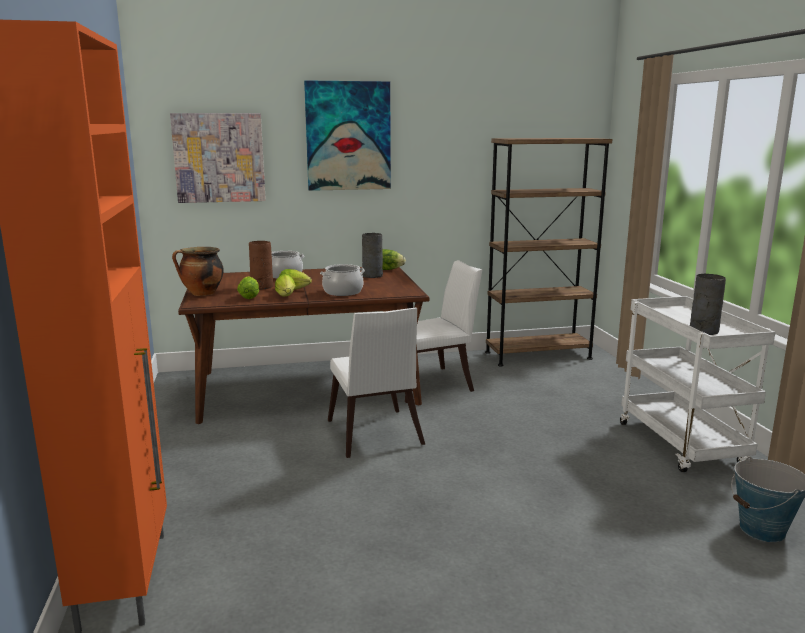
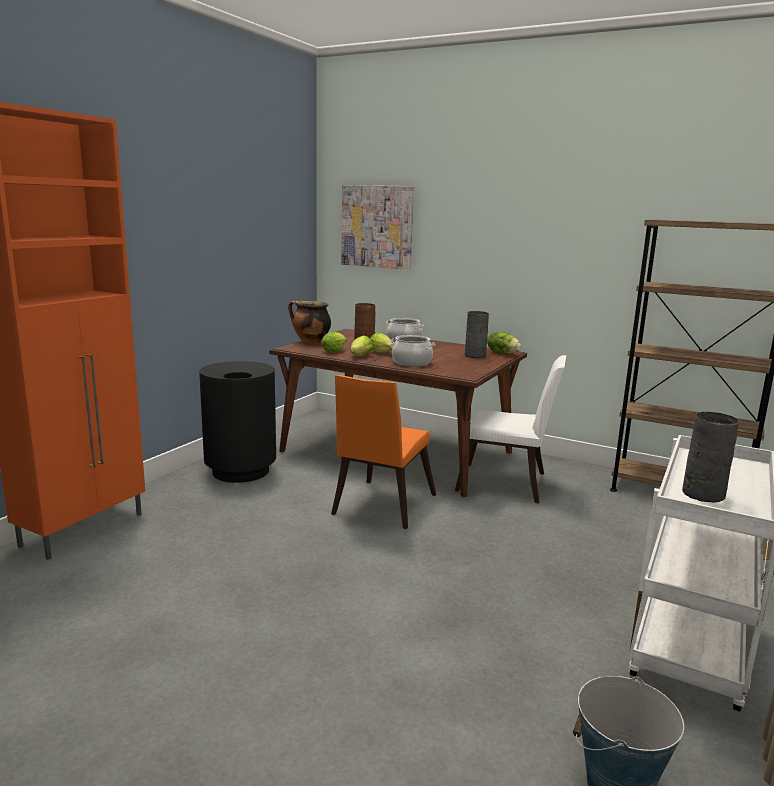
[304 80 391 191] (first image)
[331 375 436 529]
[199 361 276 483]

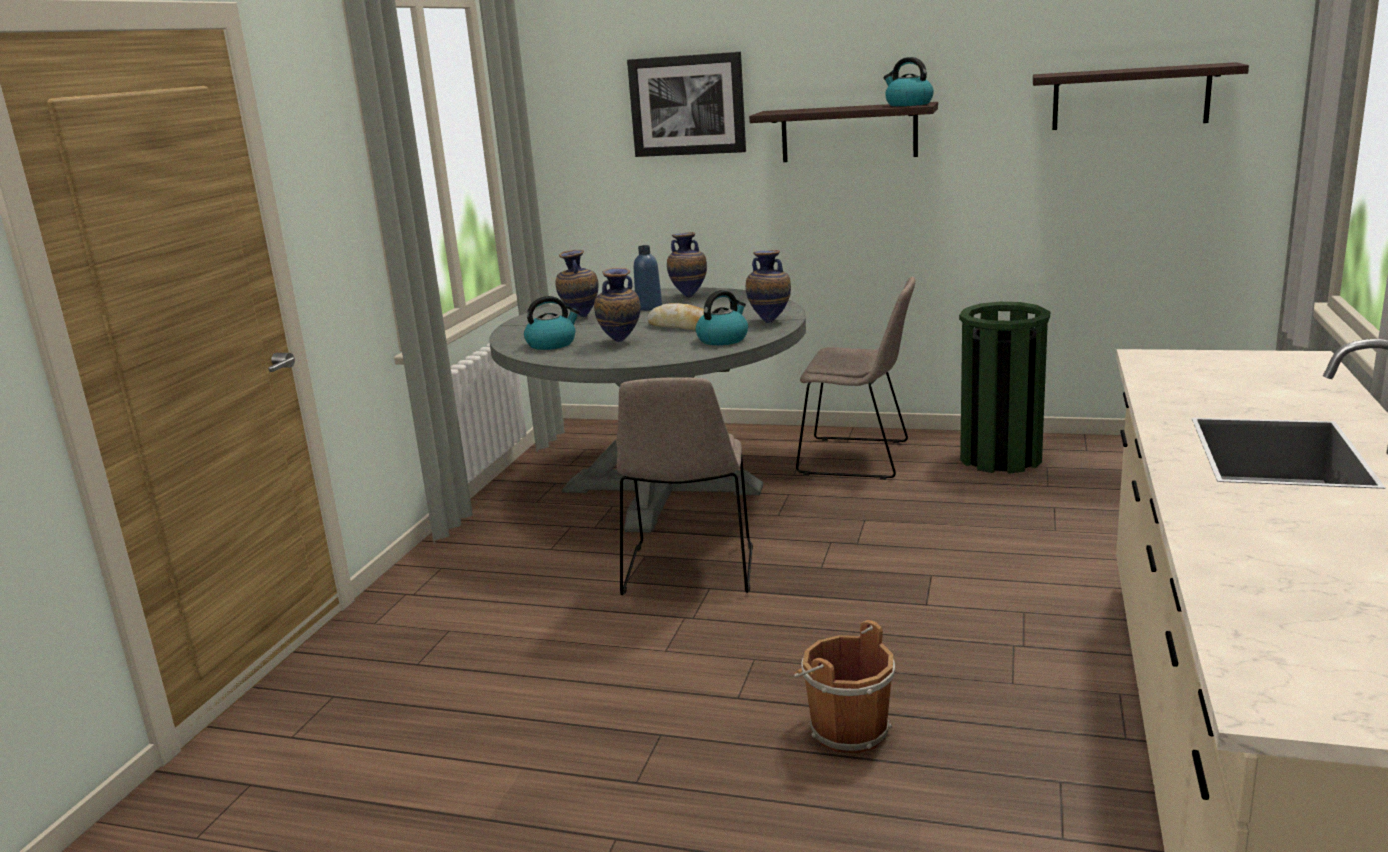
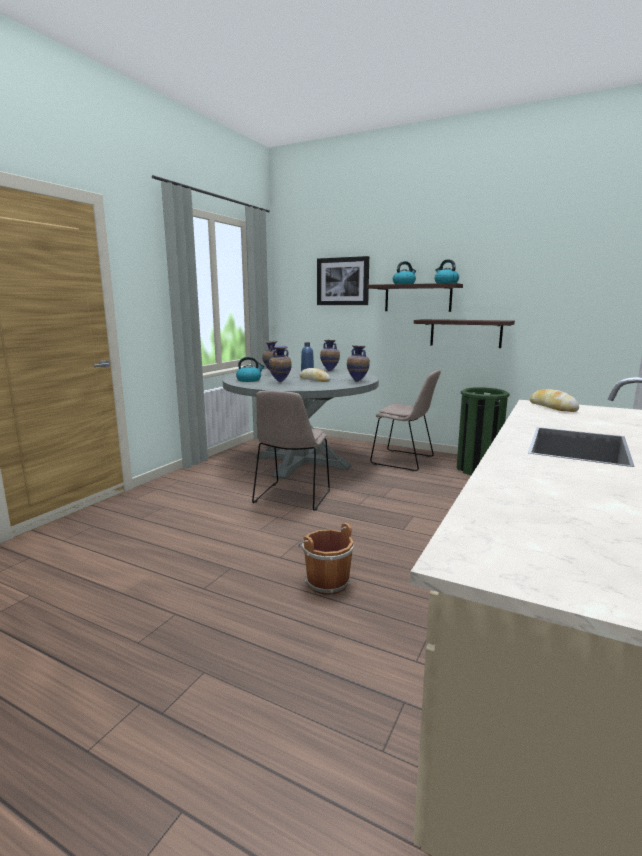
[414 319 515 348]
[393 261 416 284]
[530 389 579 412]

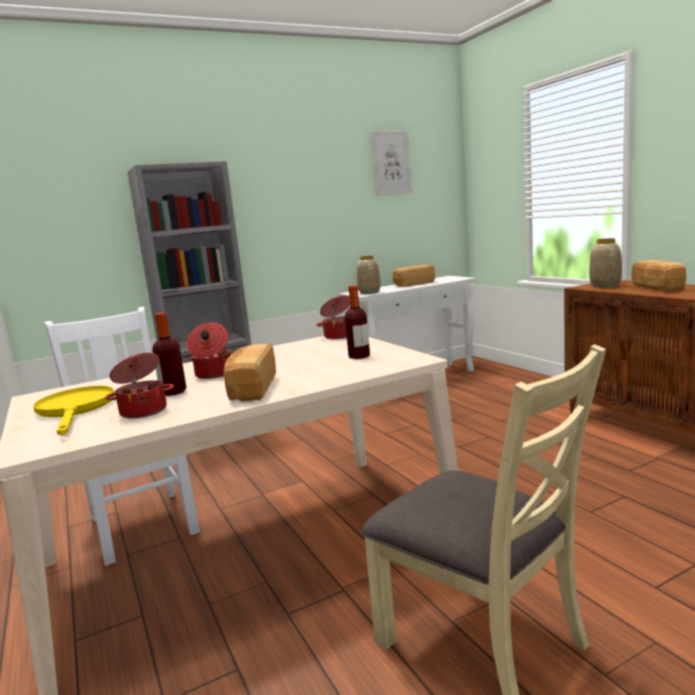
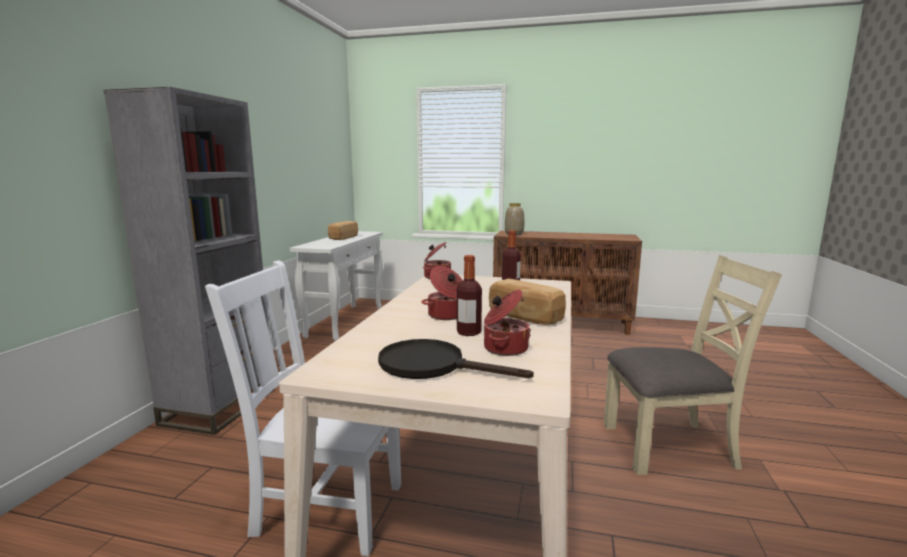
[371 130 412 196] (first image)
[357 256 381 294] (first image)
[631 260 686 291] (first image)
[378 339 534 379]

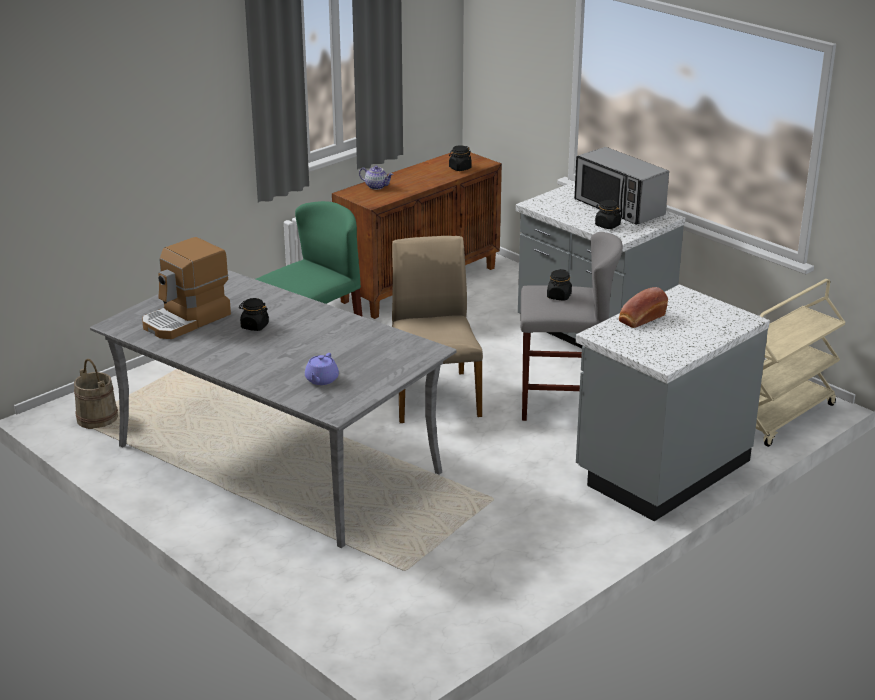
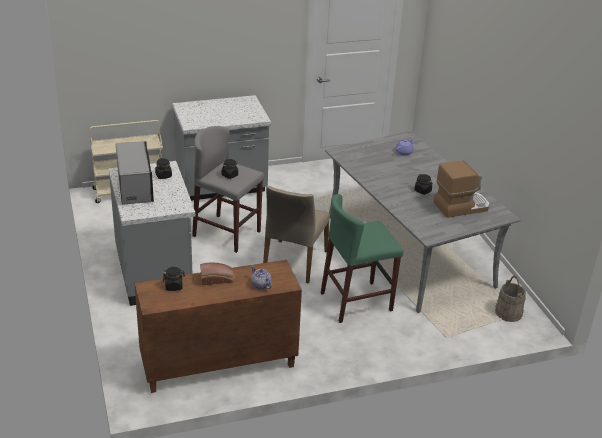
[200 262 235 285]

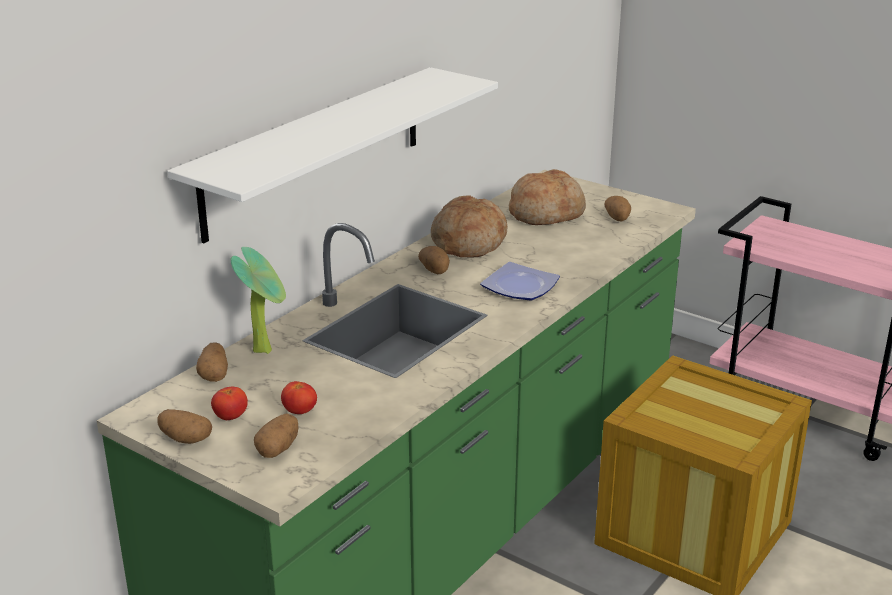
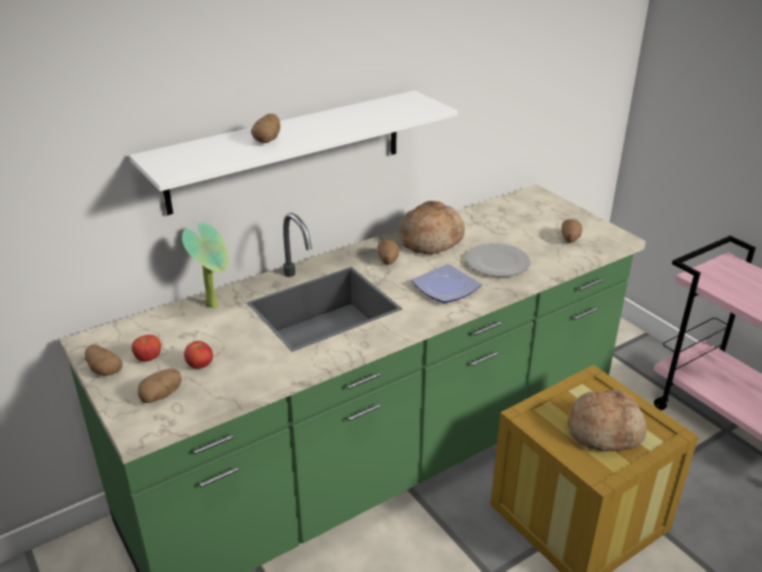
[567 390 647 452]
[251 114 280 143]
[466 243 531 277]

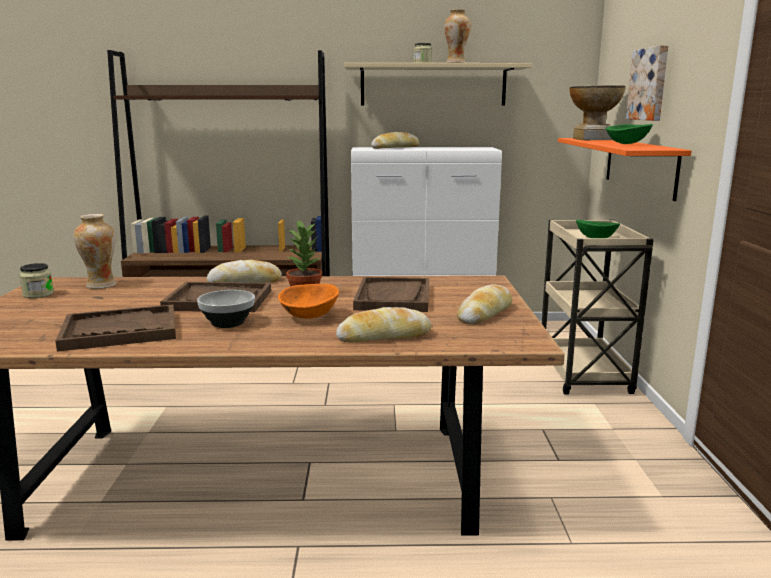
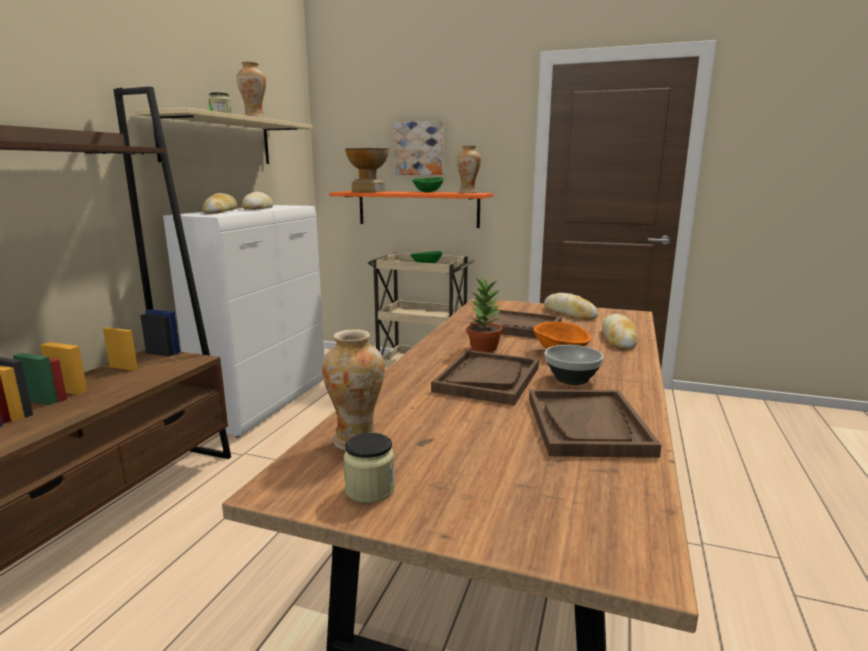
[242 192 273 210]
[457 145 481 193]

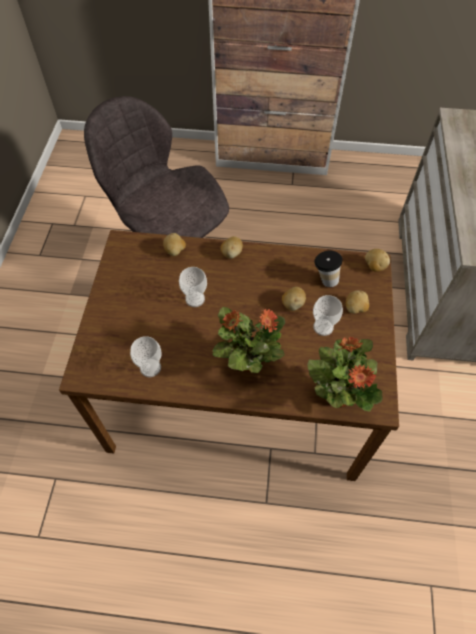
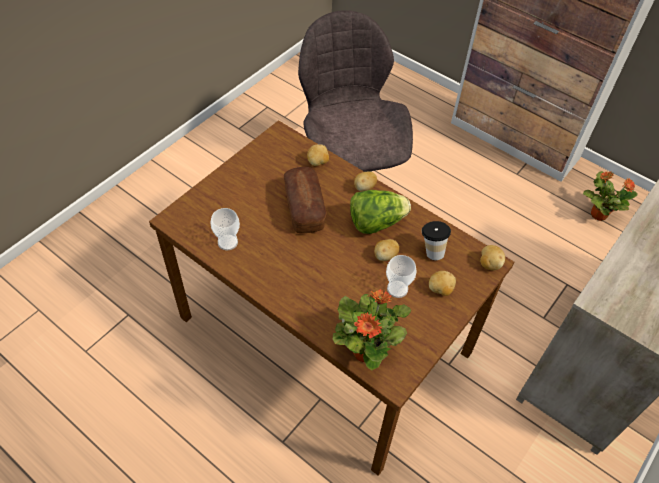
[284 167 327 233]
[583 171 638 221]
[350 190 411 234]

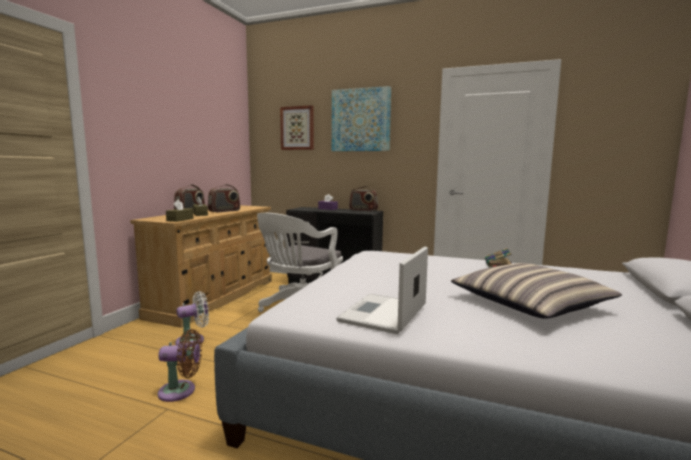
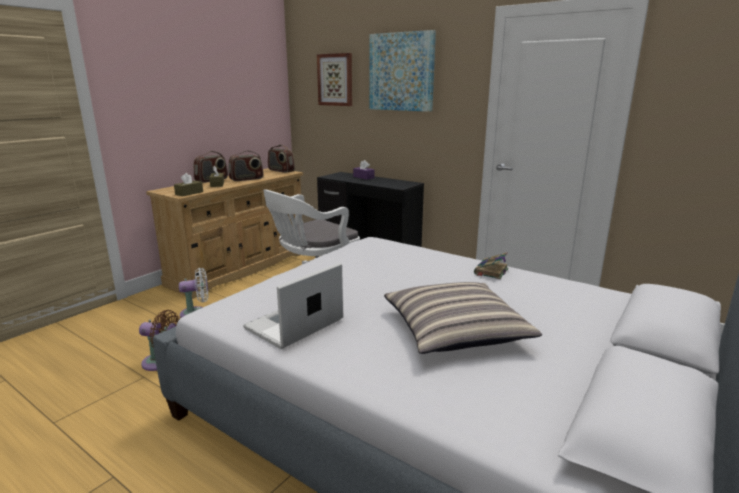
[268 145 295 173]

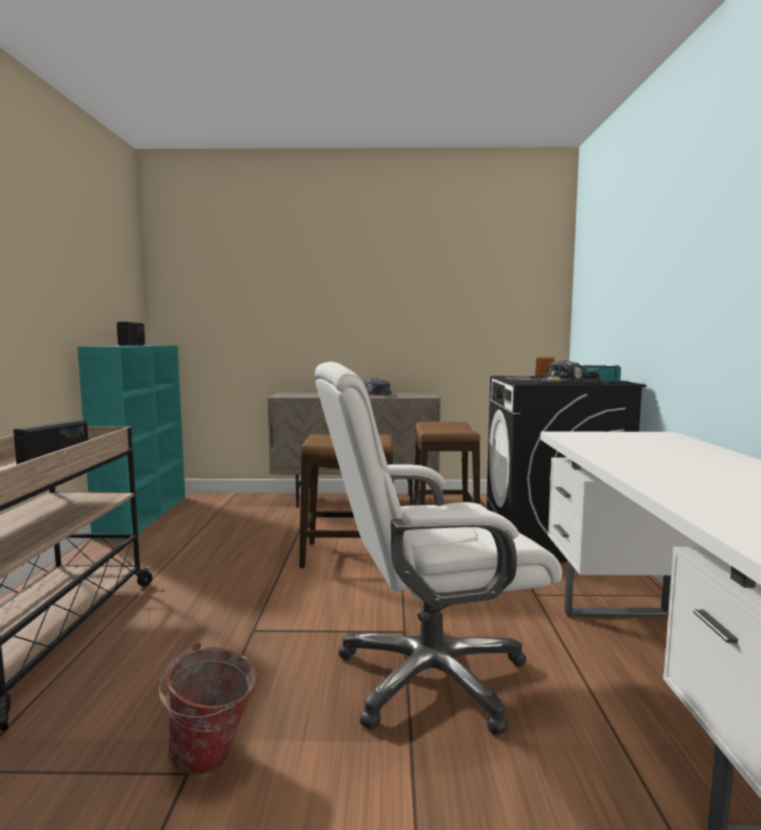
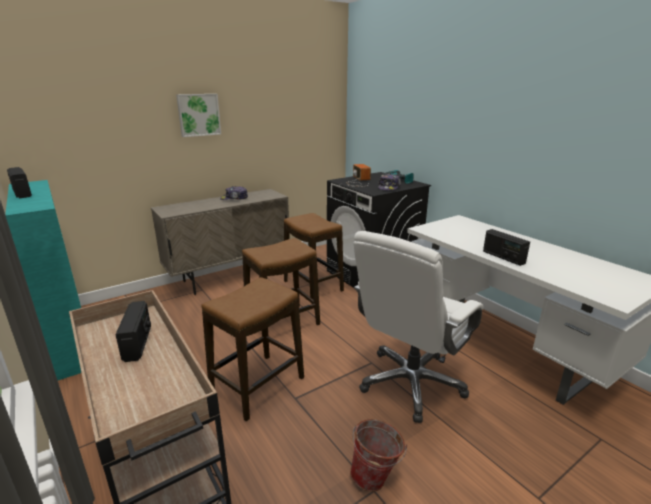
[176 94 221 137]
[483 229 530 266]
[202 277 304 421]

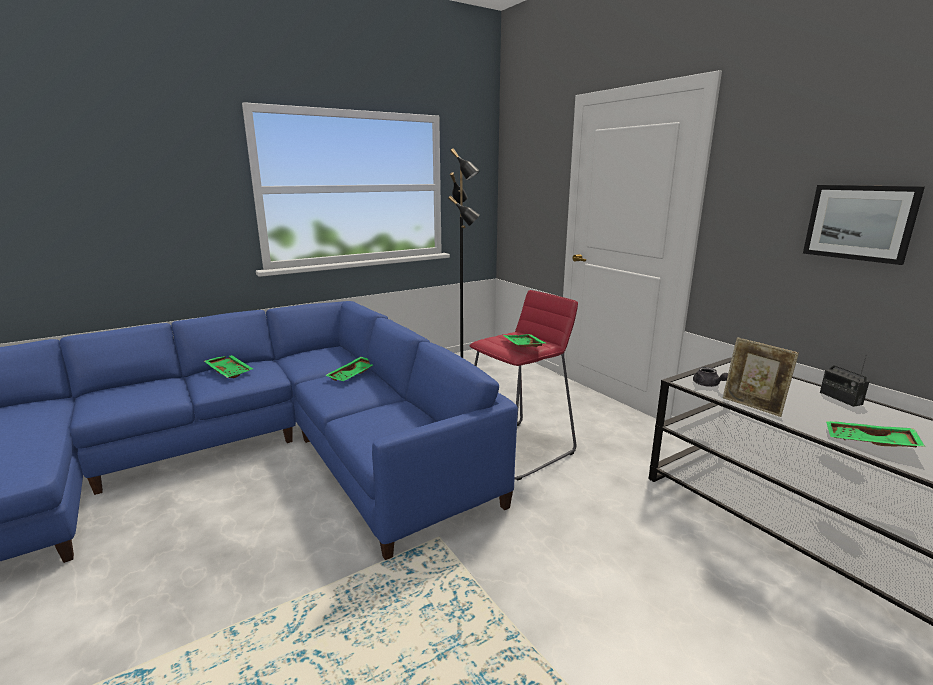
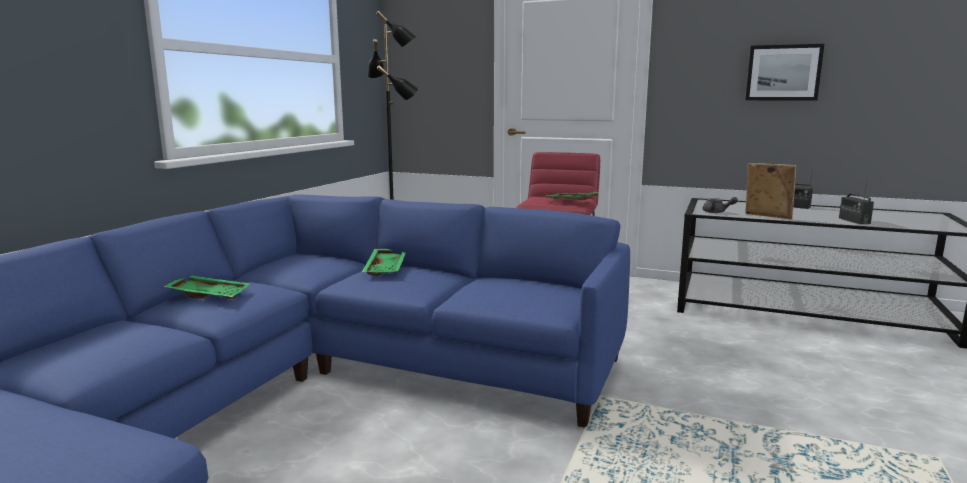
[745 163 796 220]
[839 177 874 224]

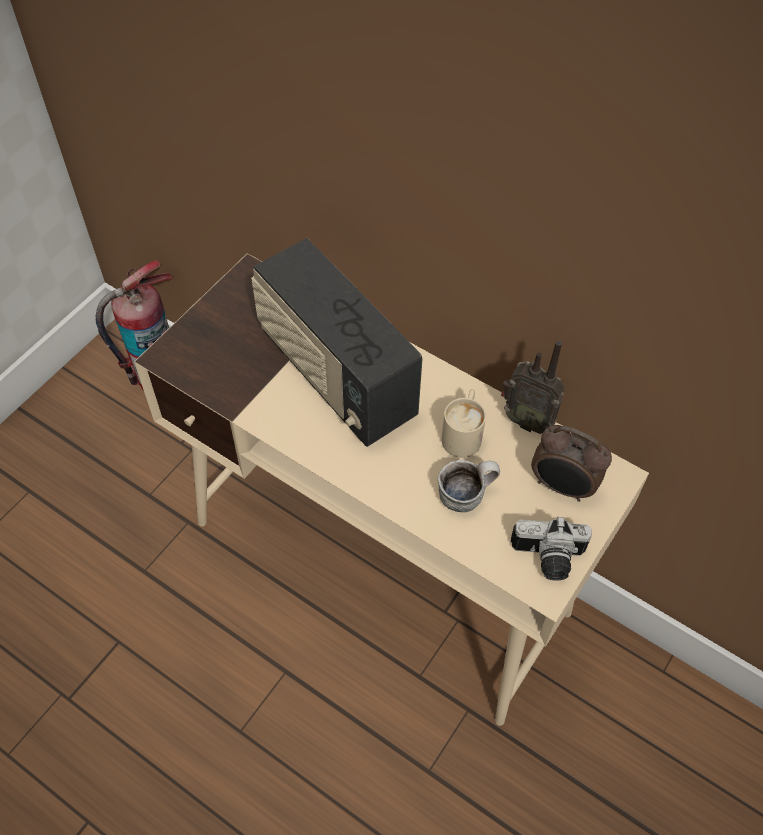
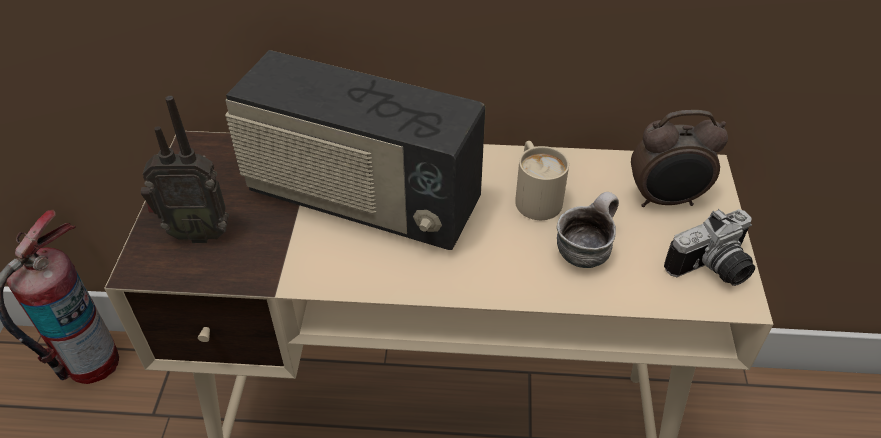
[141 96 229 243]

